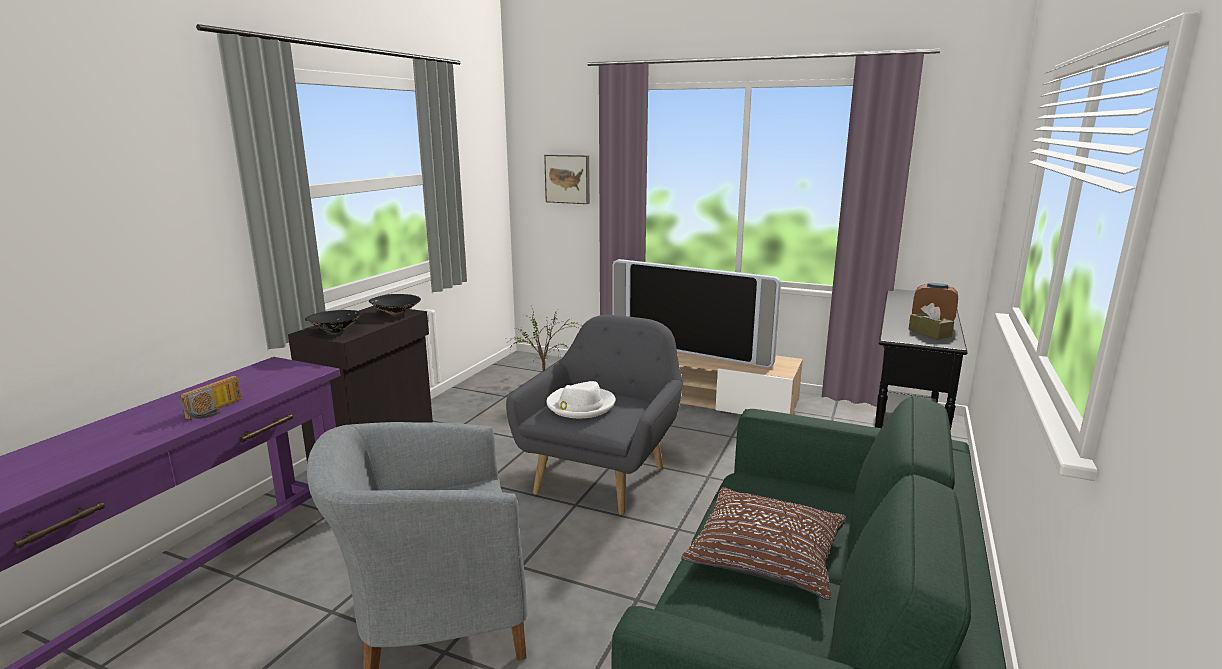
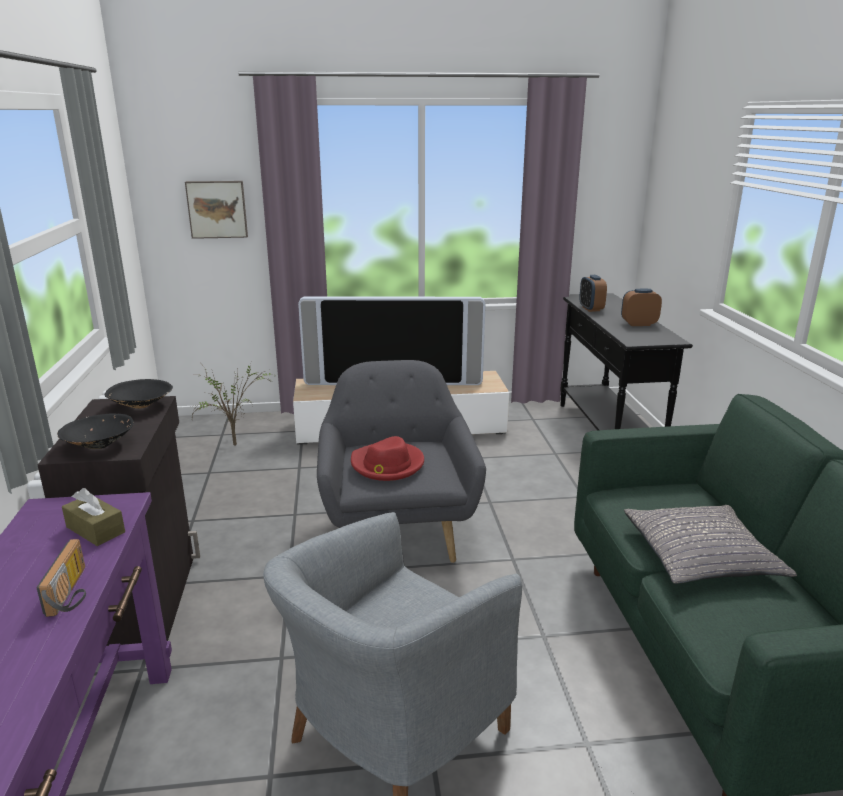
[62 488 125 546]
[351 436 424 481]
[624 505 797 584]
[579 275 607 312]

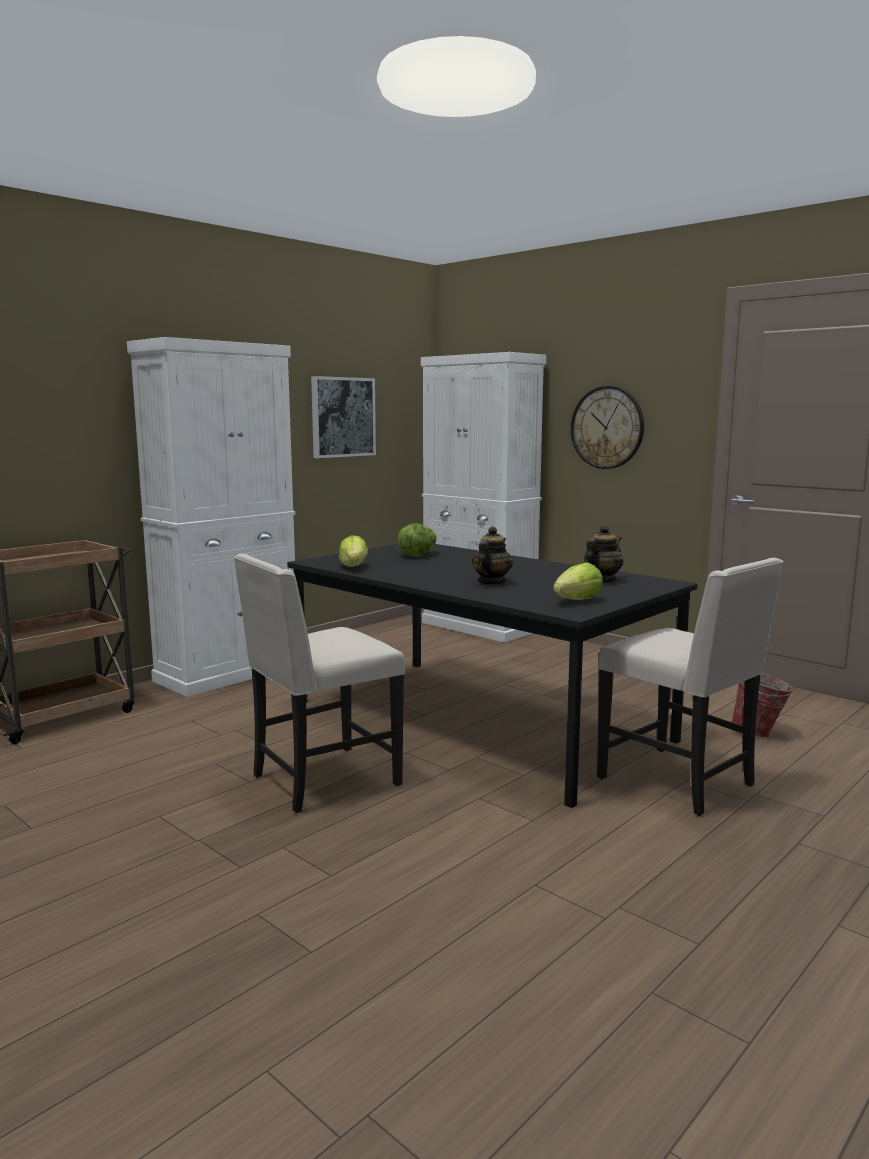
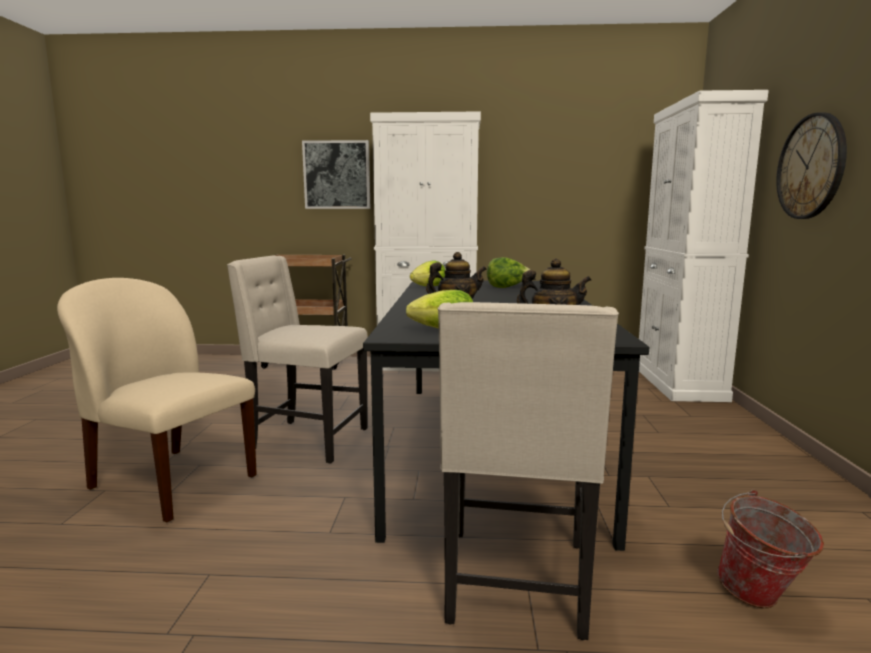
[302 140 370 209]
[57 278 257 523]

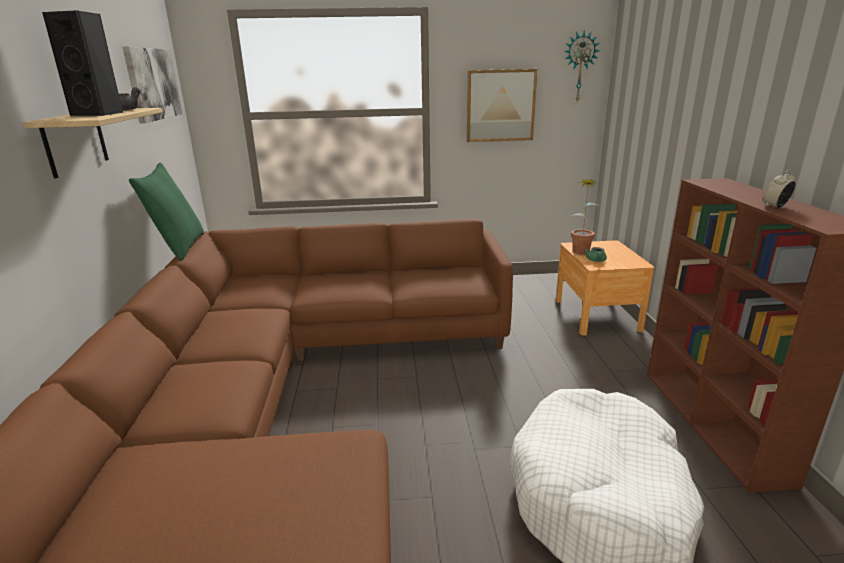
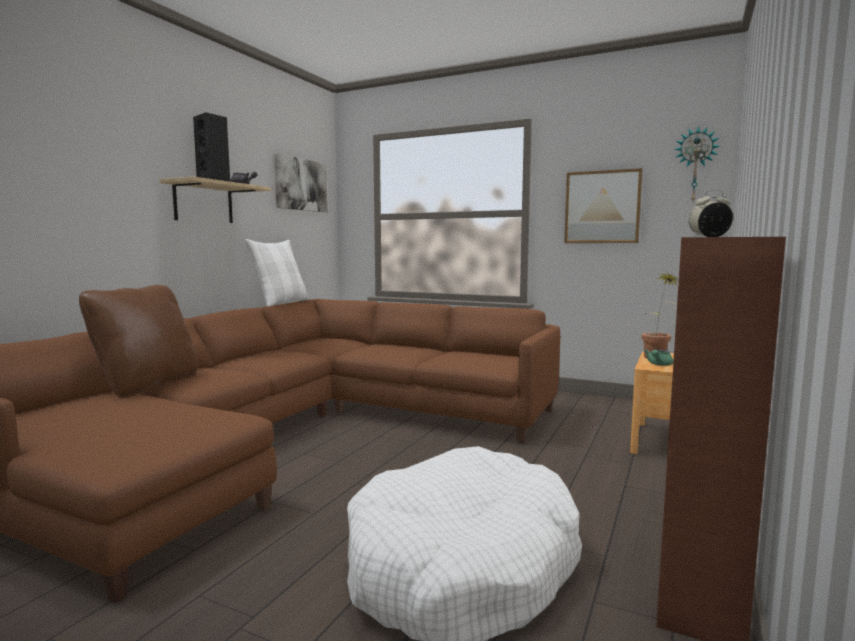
[245 239 309 307]
[79 285 198 398]

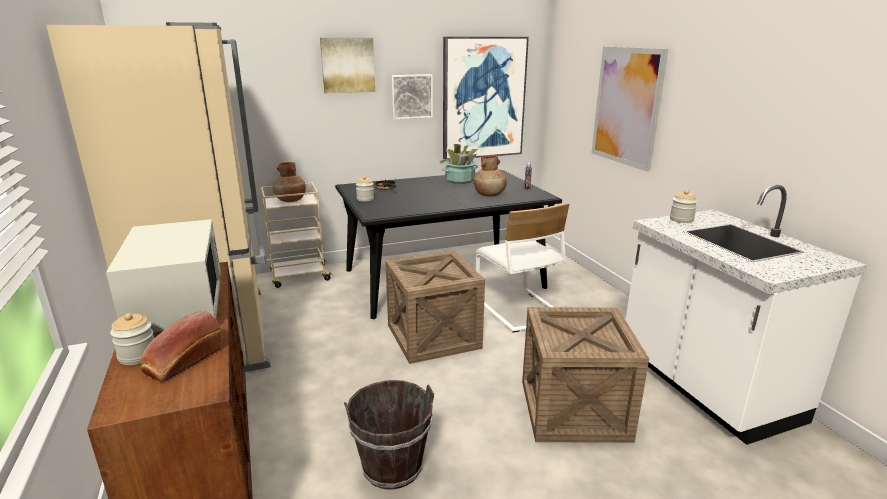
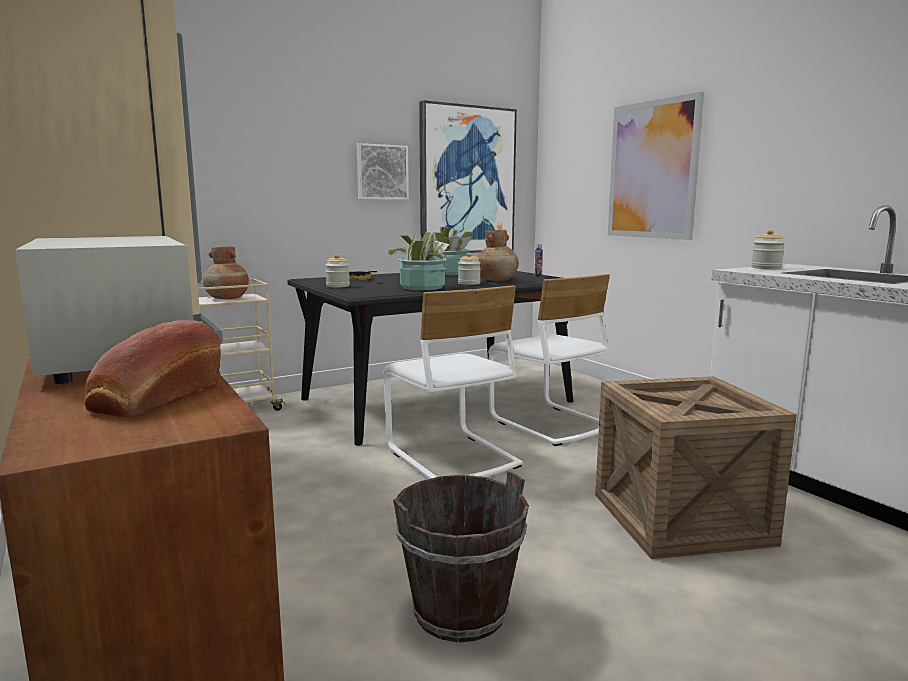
[320 38 375 93] (first image)
[383 285 523 479]
[458 253 481 285]
[384 232 449 290]

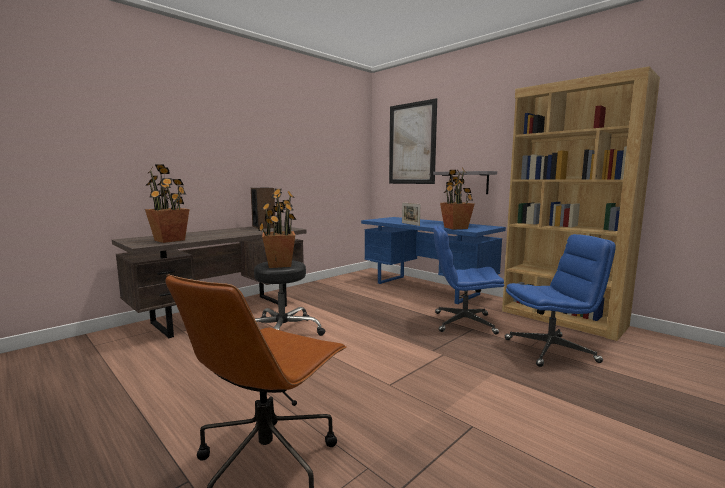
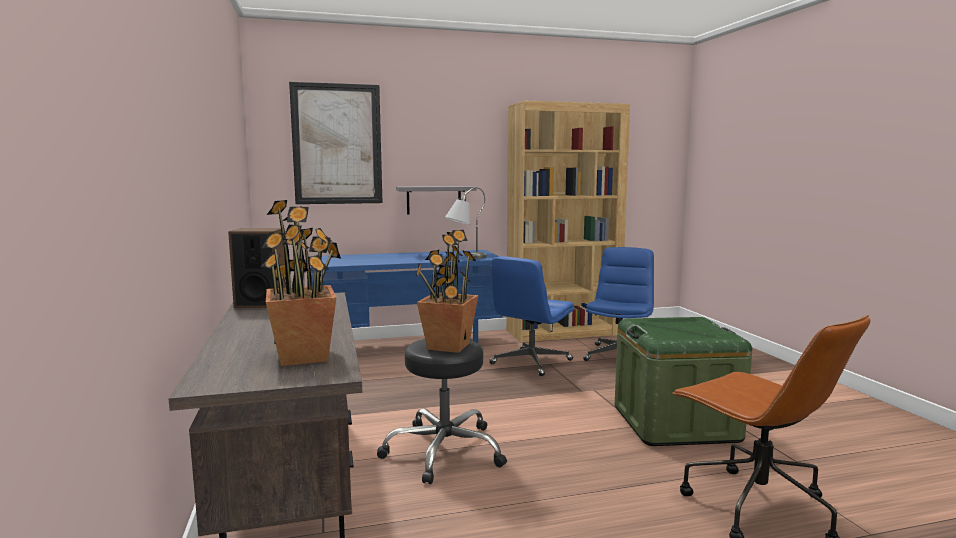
[445 187 486 259]
[402 202 420 226] (first image)
[615 317 752 446]

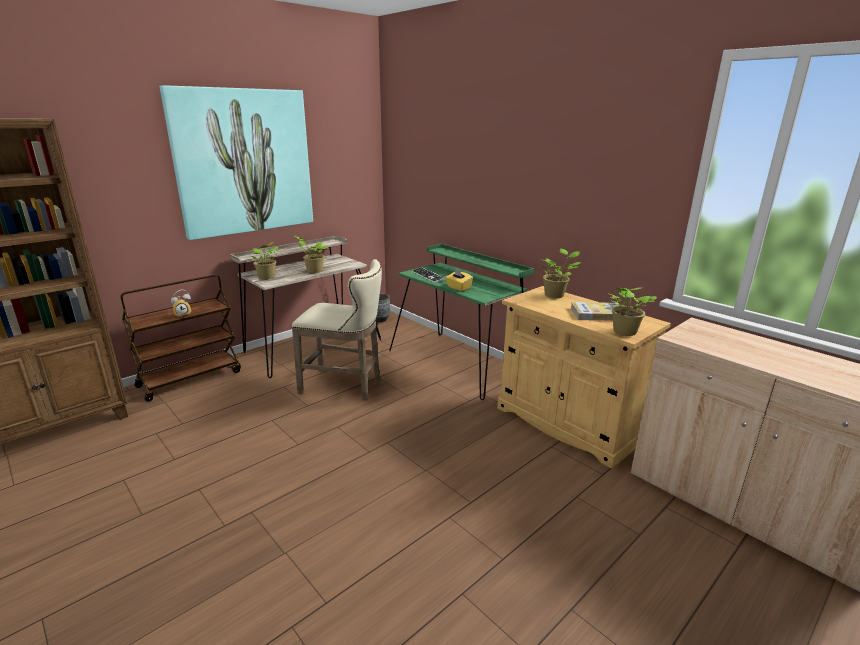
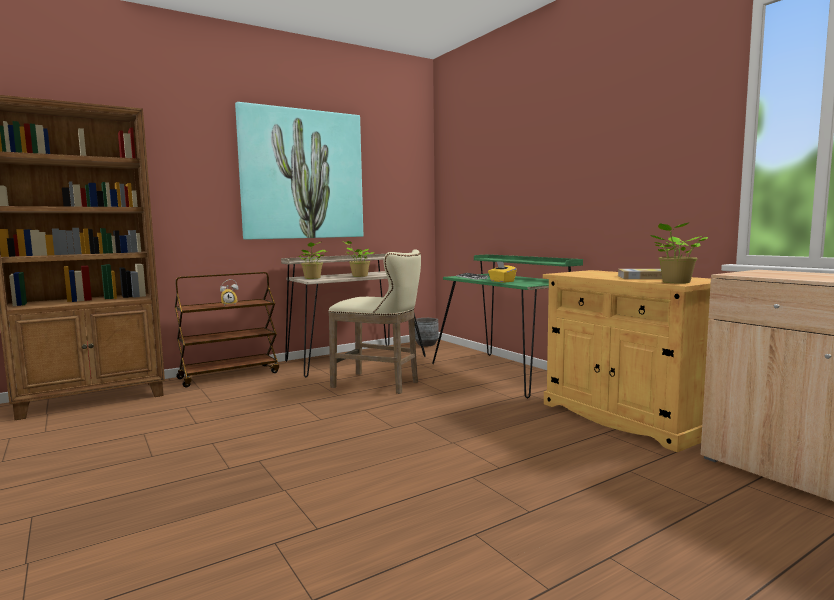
[541 249 582 298] (first image)

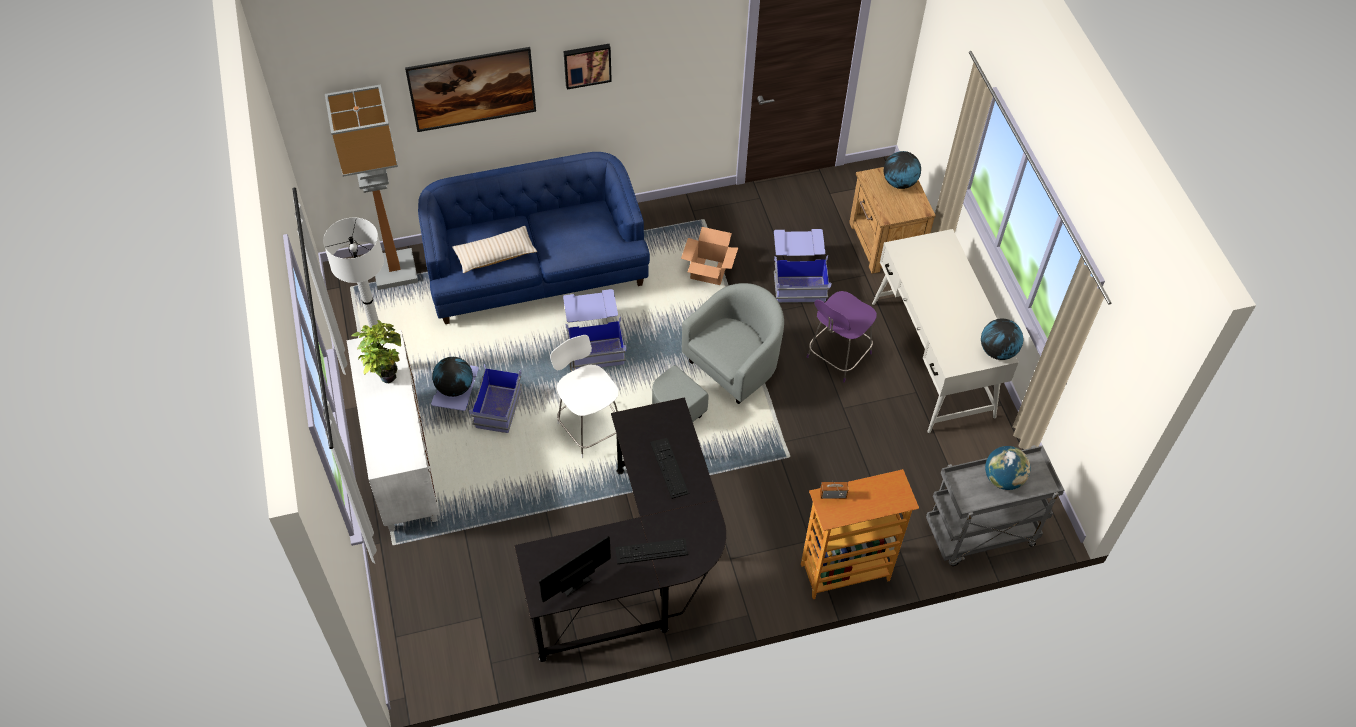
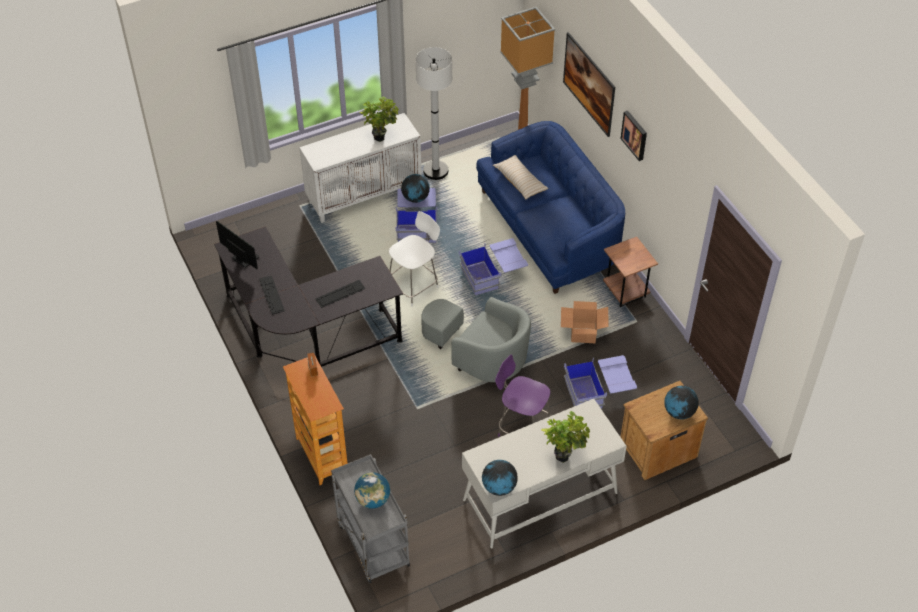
[603 236 658 307]
[541 411 590 463]

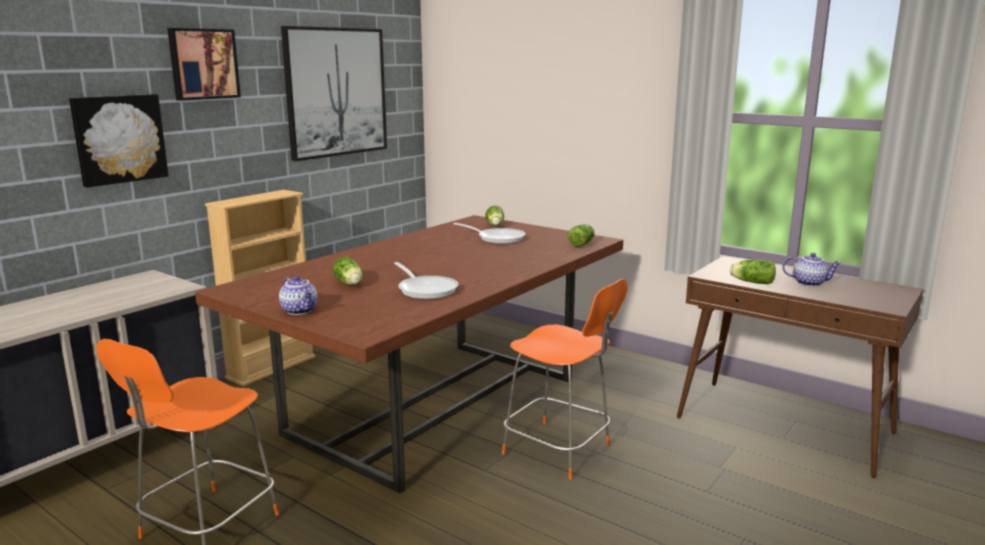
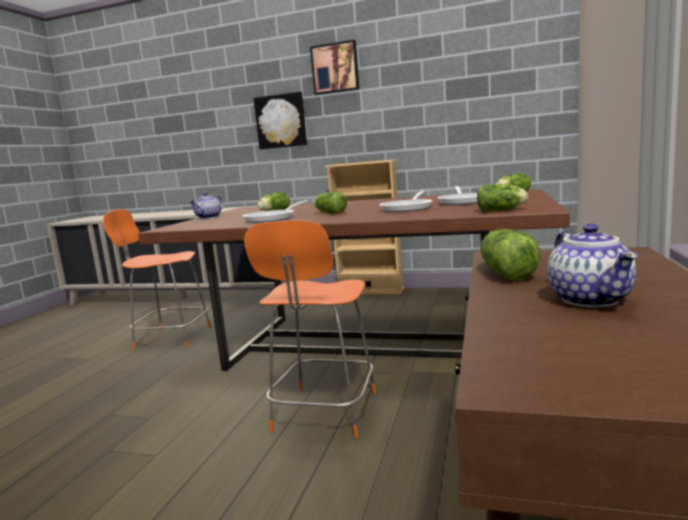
[281 26 387 162] (first image)
[314 191 347 214]
[379 191 432 212]

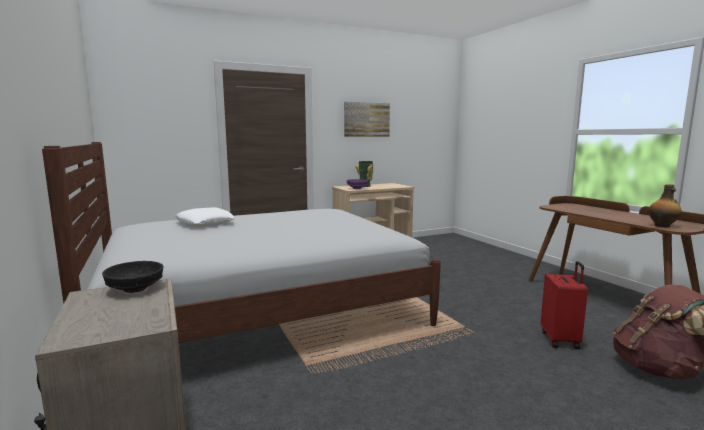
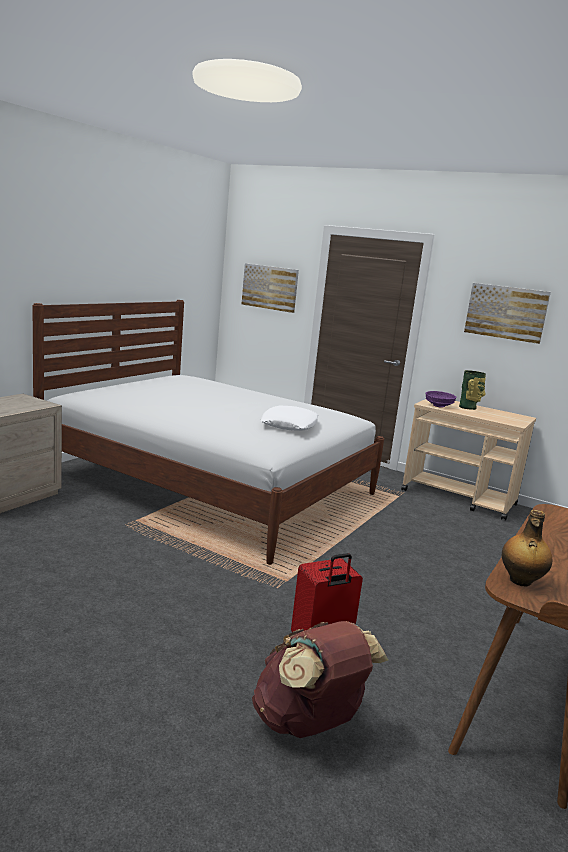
[260 406 318 431]
[102 261 163 293] (first image)
[241 263 299 313]

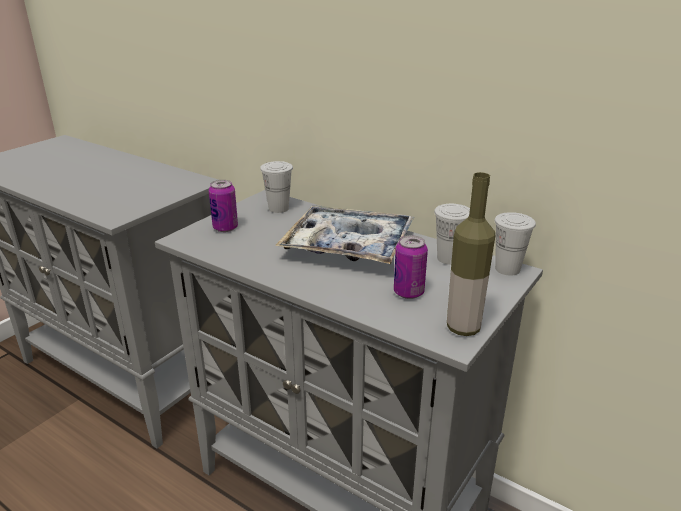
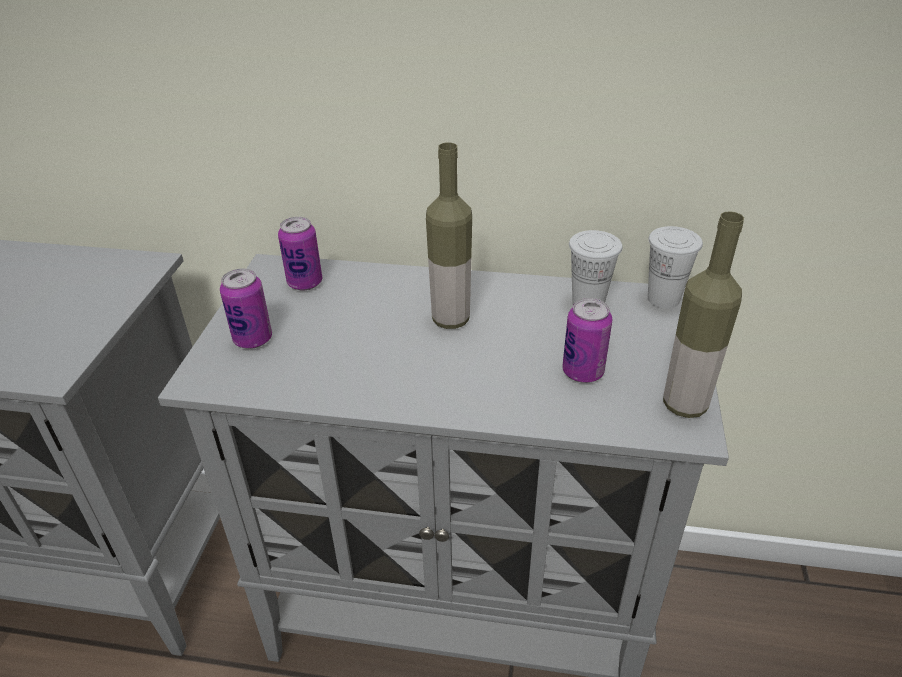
[278 217 322 291]
[426 142 472 329]

